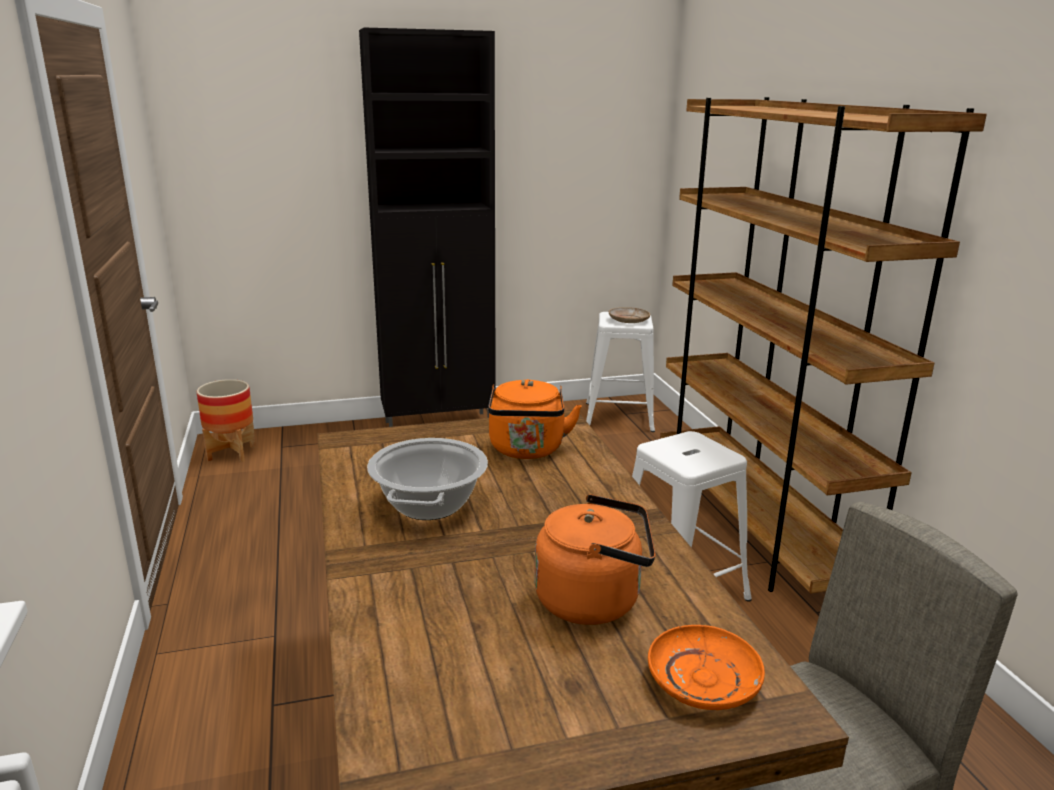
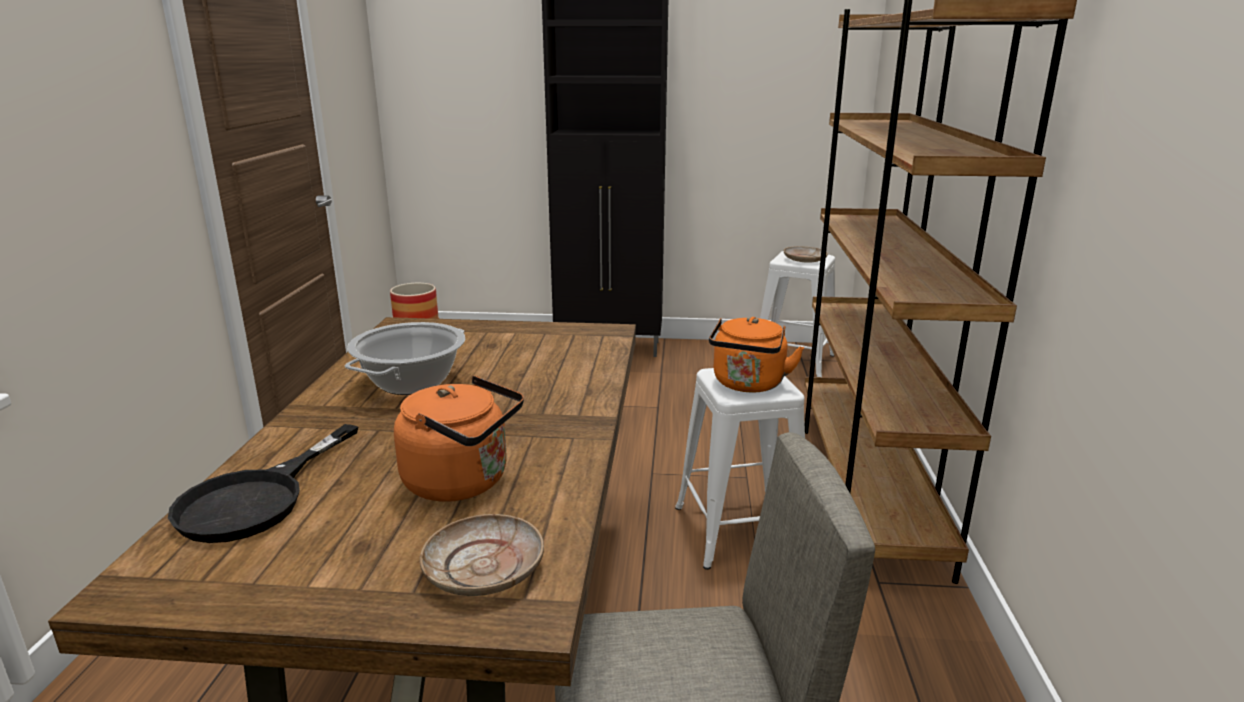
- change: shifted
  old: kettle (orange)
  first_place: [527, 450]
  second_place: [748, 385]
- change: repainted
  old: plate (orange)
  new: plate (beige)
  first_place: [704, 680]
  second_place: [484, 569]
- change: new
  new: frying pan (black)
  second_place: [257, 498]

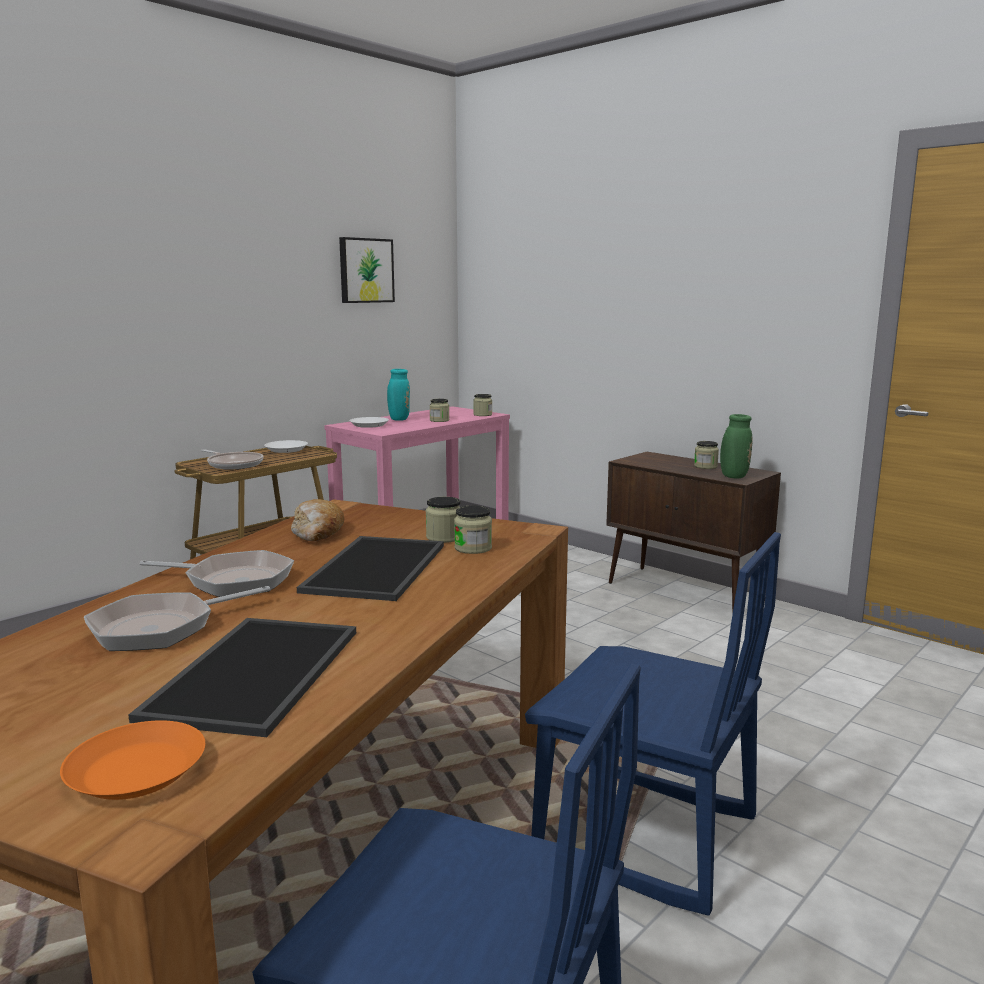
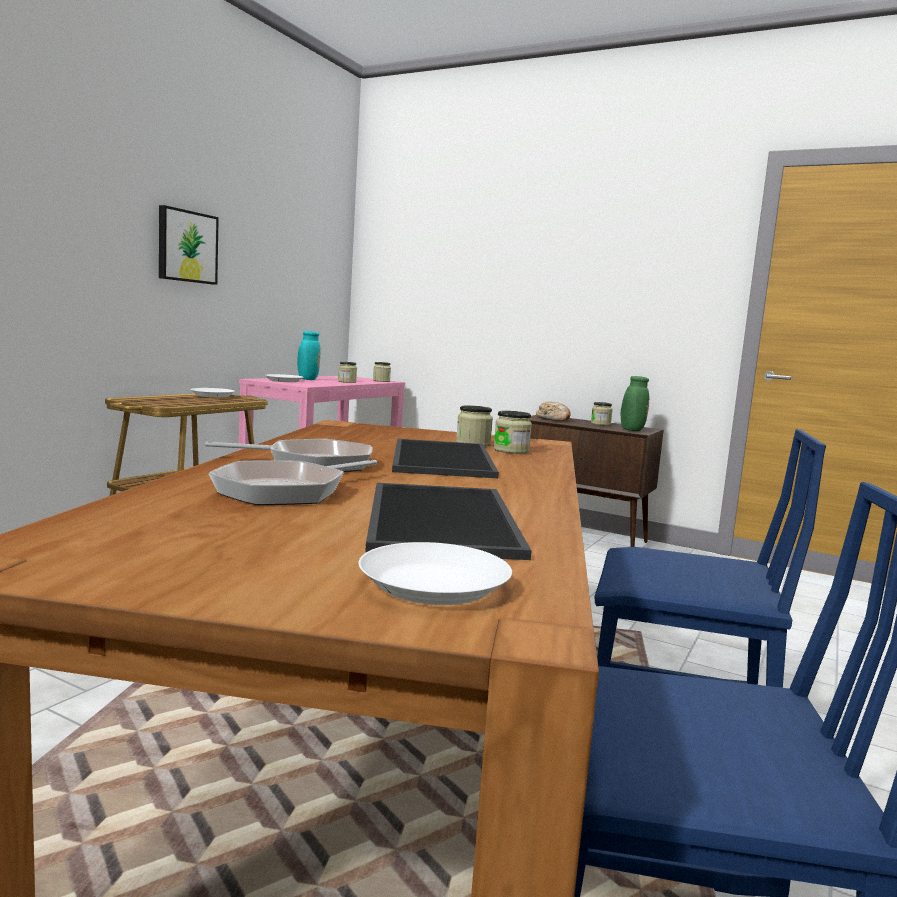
- change: shifted
  old: picture
  first_place: [365, 270]
  second_place: [186, 246]
- change: gone
  old: frying pan
  first_place: [233, 464]
- change: shifted
  old: bread
  first_place: [318, 533]
  second_place: [553, 419]
- change: repainted
  old: plate (orange)
  new: plate (white)
  first_place: [135, 772]
  second_place: [434, 585]

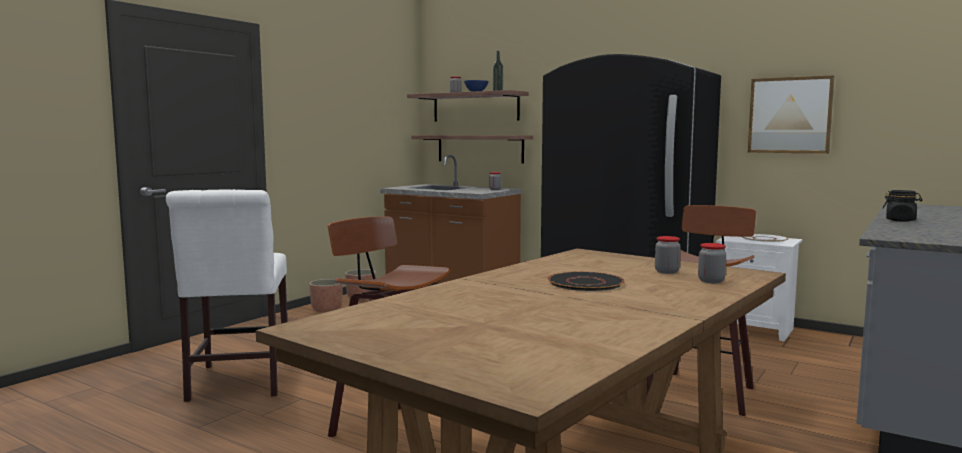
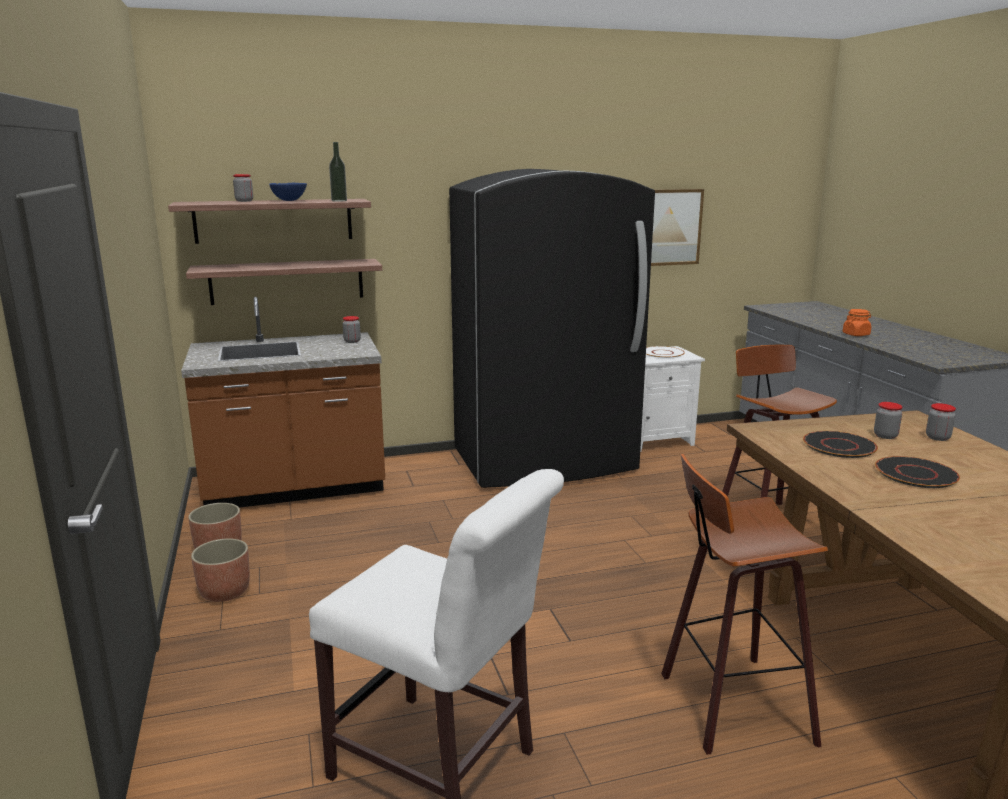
- change: repainted
  old: jar (black)
  new: jar (orange)
  first_place: [900, 220]
  second_place: [856, 334]
- change: new
  new: plate (black)
  second_place: [839, 445]

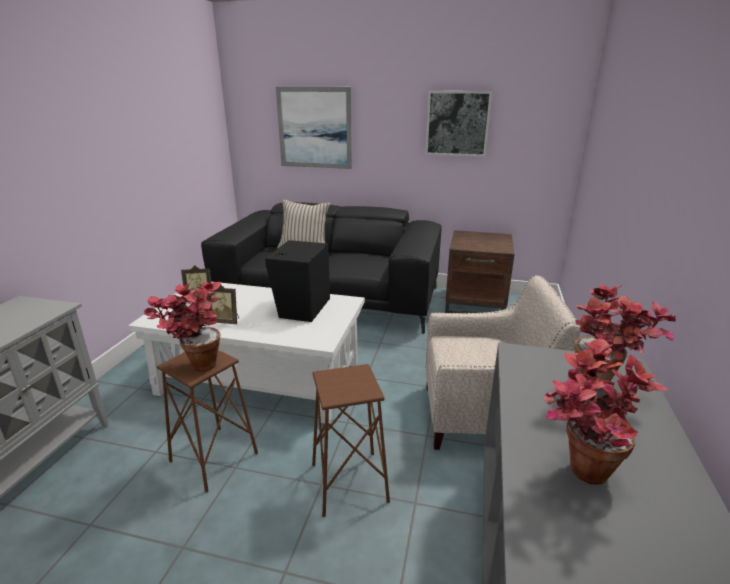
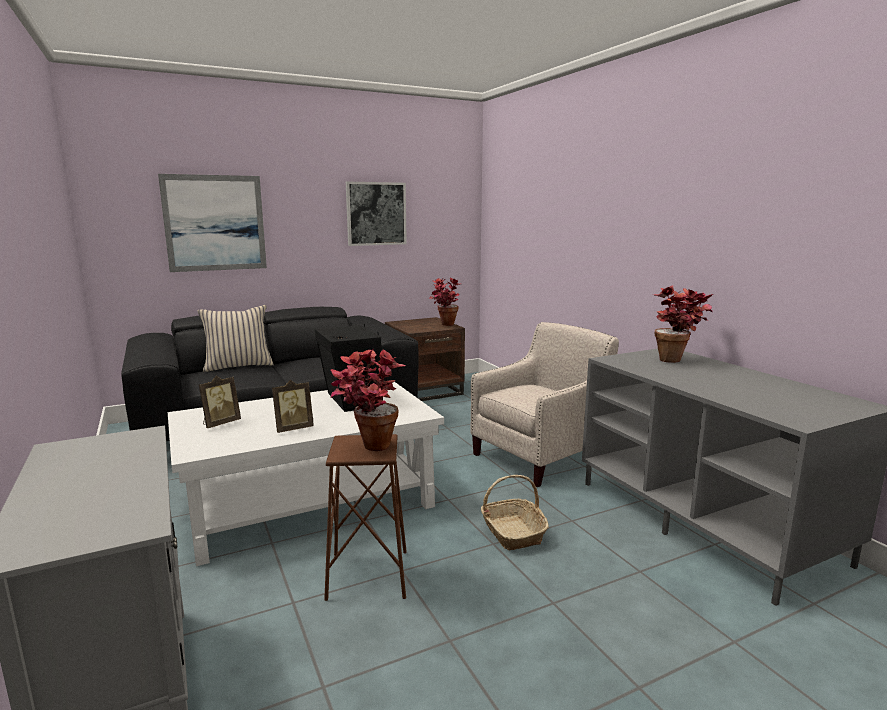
- change: shifted
  old: potted plant
  first_place: [576, 474]
  second_place: [444, 325]
- change: swapped
  old: stool (brown)
  new: basket
  first_place: [350, 483]
  second_place: [512, 532]

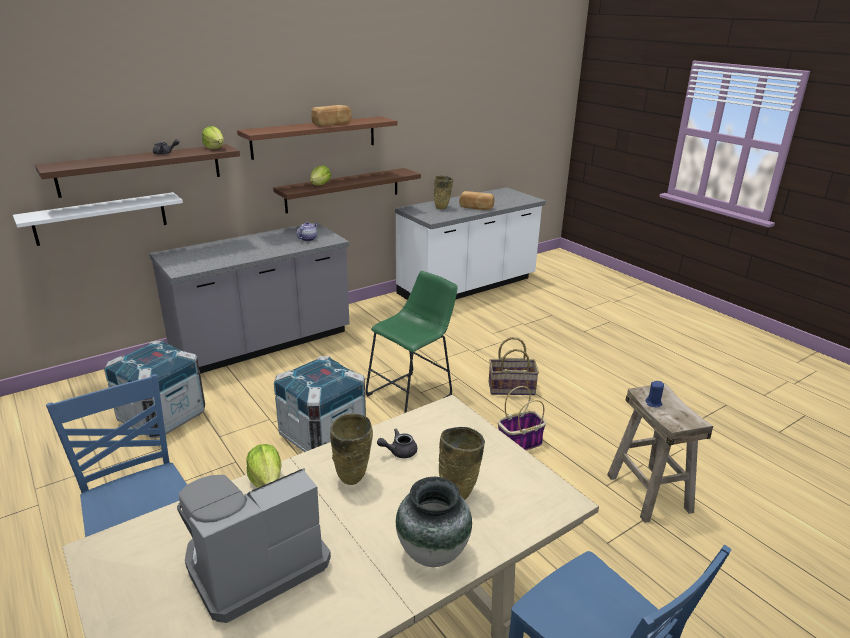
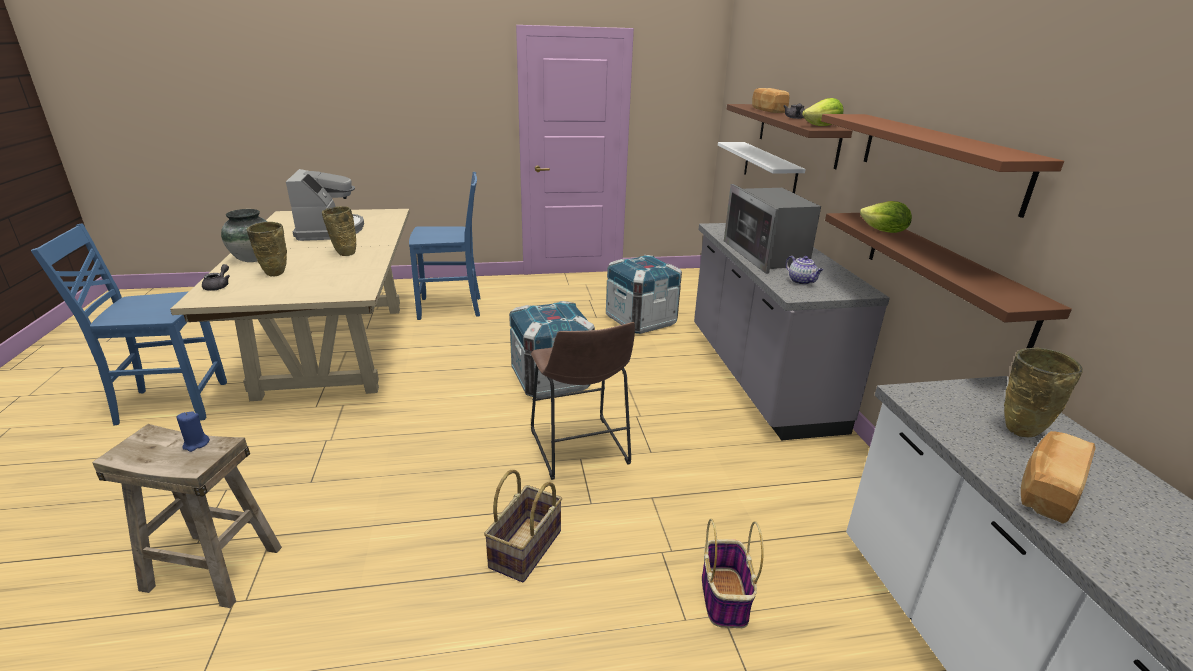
- change: shifted
  old: bread
  first_place: [332, 124]
  second_place: [767, 110]
- change: repainted
  old: stool (green)
  new: stool (brown)
  first_place: [413, 394]
  second_place: [580, 451]
- change: shifted
  old: basket
  first_place: [519, 443]
  second_place: [724, 596]
- change: shifted
  old: teapot (grey)
  first_place: [399, 452]
  second_place: [219, 286]
- change: gone
  old: lettuce
  first_place: [266, 480]
- change: new
  new: microwave
  second_place: [766, 255]

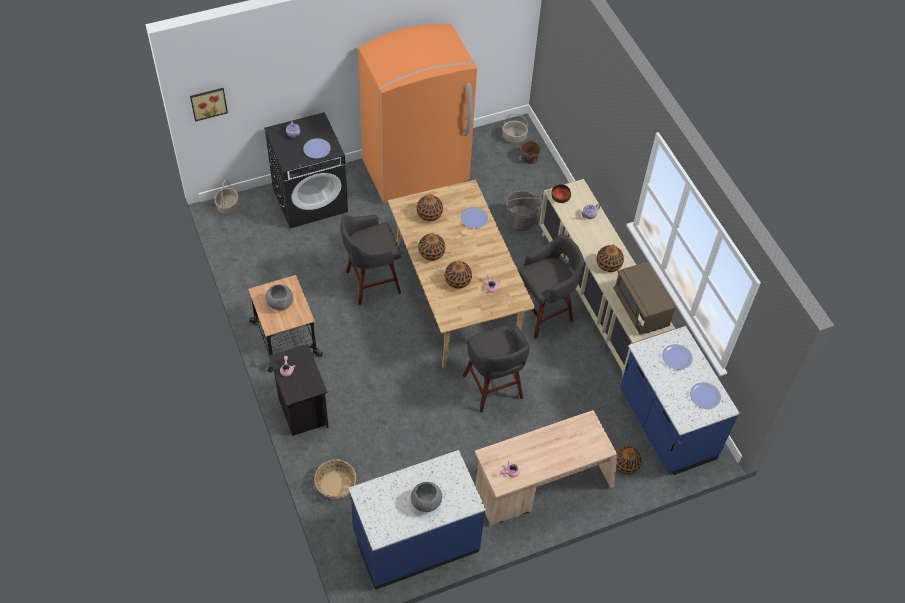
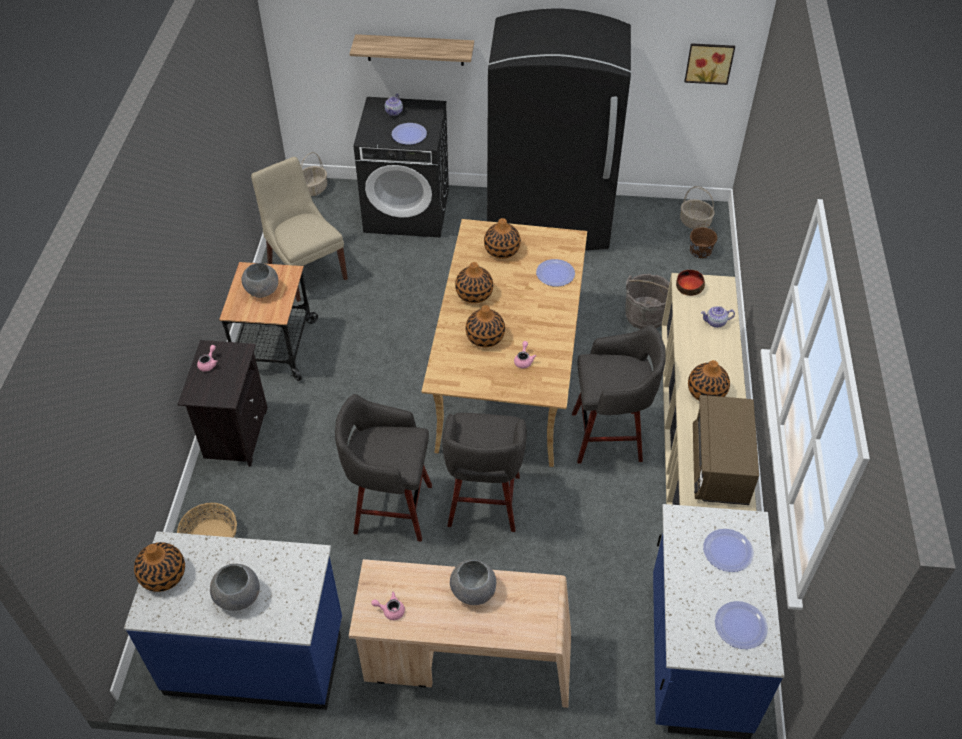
- change: repainted
  old: fridge (orange)
  new: fridge (black)
  first_place: [416, 171]
  second_place: [550, 221]
- change: shifted
  old: picture
  first_place: [208, 103]
  second_place: [709, 62]
- change: shifted
  old: stool (grey)
  first_place: [371, 282]
  second_place: [390, 508]
- change: shifted
  old: vase
  first_place: [625, 465]
  second_place: [163, 575]
- change: new
  new: shelf
  second_place: [415, 50]
- change: new
  new: chair (beige)
  second_place: [306, 270]
- change: new
  new: bowl (grey)
  second_place: [472, 590]

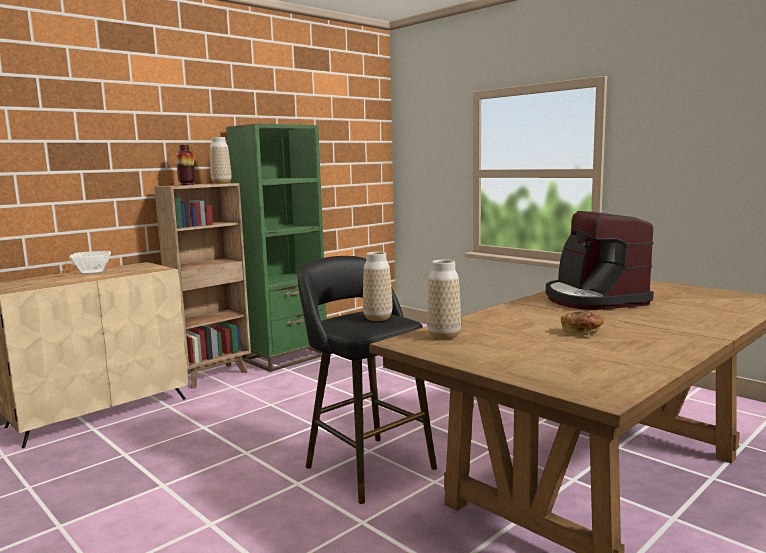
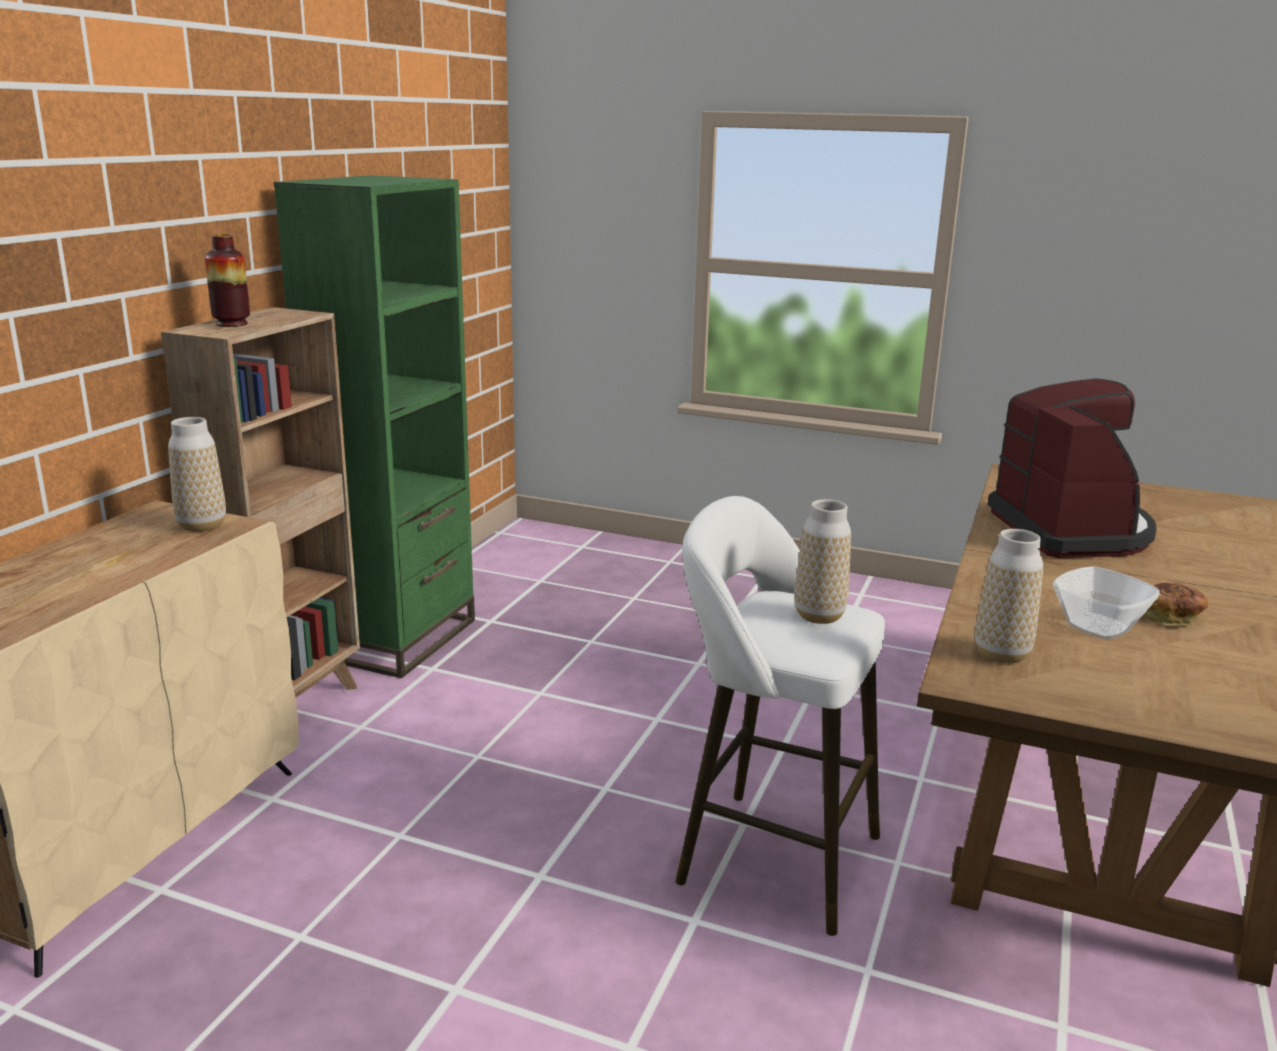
- change: shifted
  old: vase
  first_place: [221, 183]
  second_place: [202, 526]
- change: rotated
  old: coffee machine
  first_place: [593, 299]
  second_place: [1071, 530]
  degrees: -150
- change: shifted
  old: bowl
  first_place: [93, 272]
  second_place: [1100, 627]
- change: repainted
  old: stool (black)
  new: stool (white)
  first_place: [365, 465]
  second_place: [767, 855]

